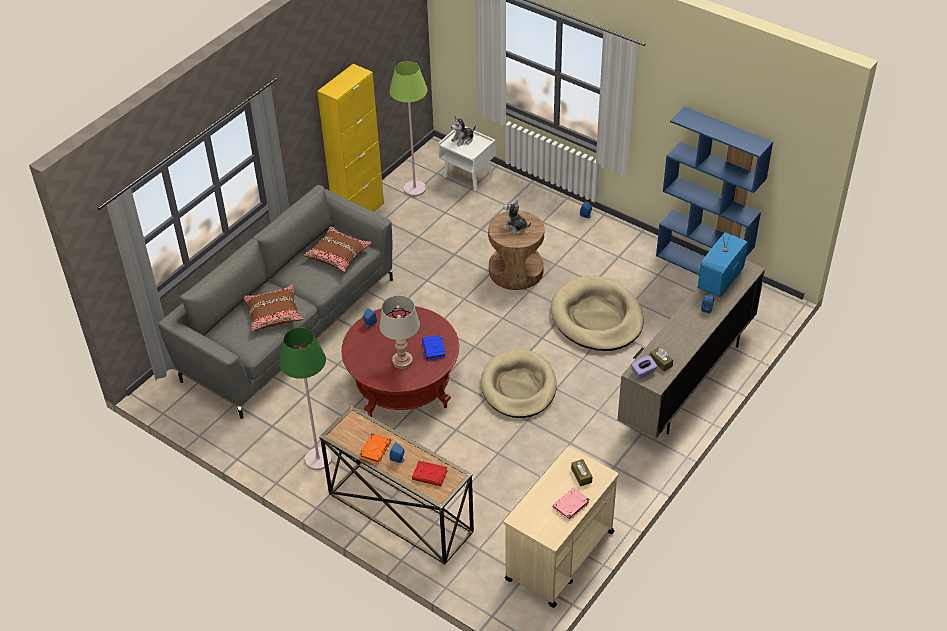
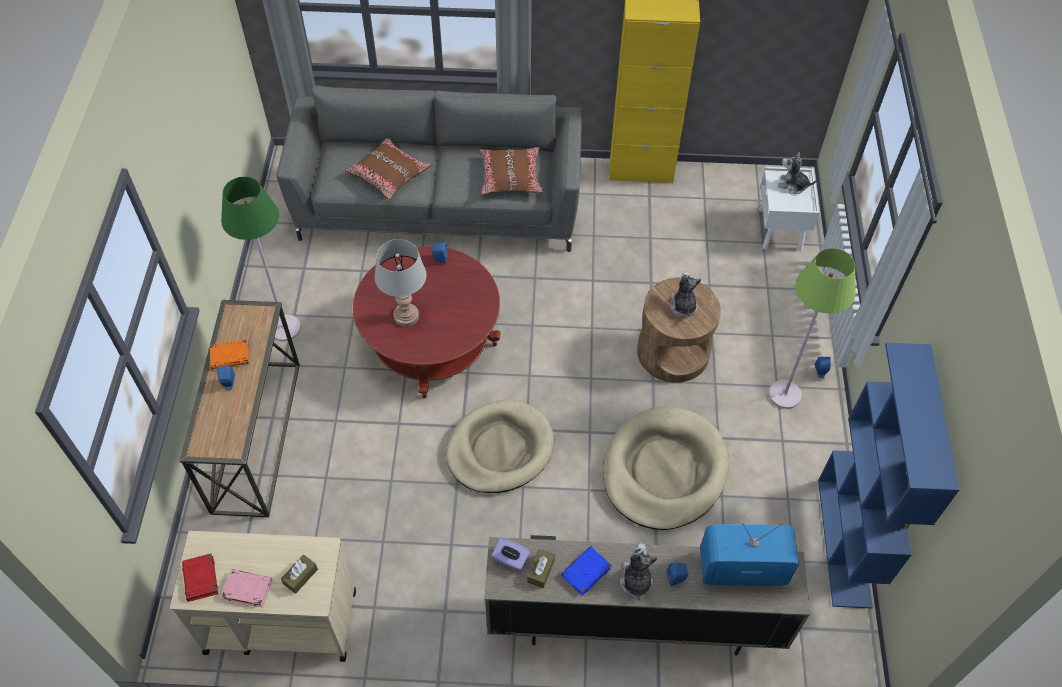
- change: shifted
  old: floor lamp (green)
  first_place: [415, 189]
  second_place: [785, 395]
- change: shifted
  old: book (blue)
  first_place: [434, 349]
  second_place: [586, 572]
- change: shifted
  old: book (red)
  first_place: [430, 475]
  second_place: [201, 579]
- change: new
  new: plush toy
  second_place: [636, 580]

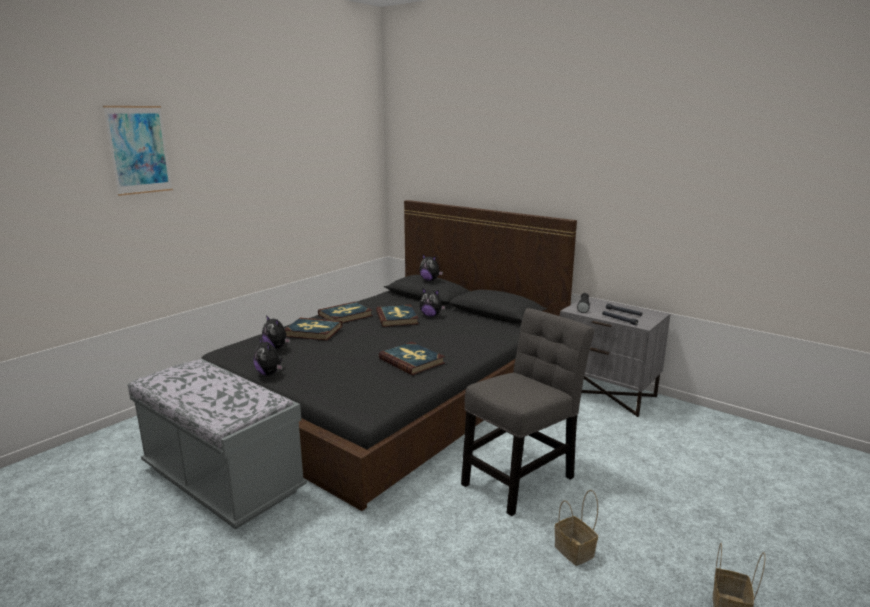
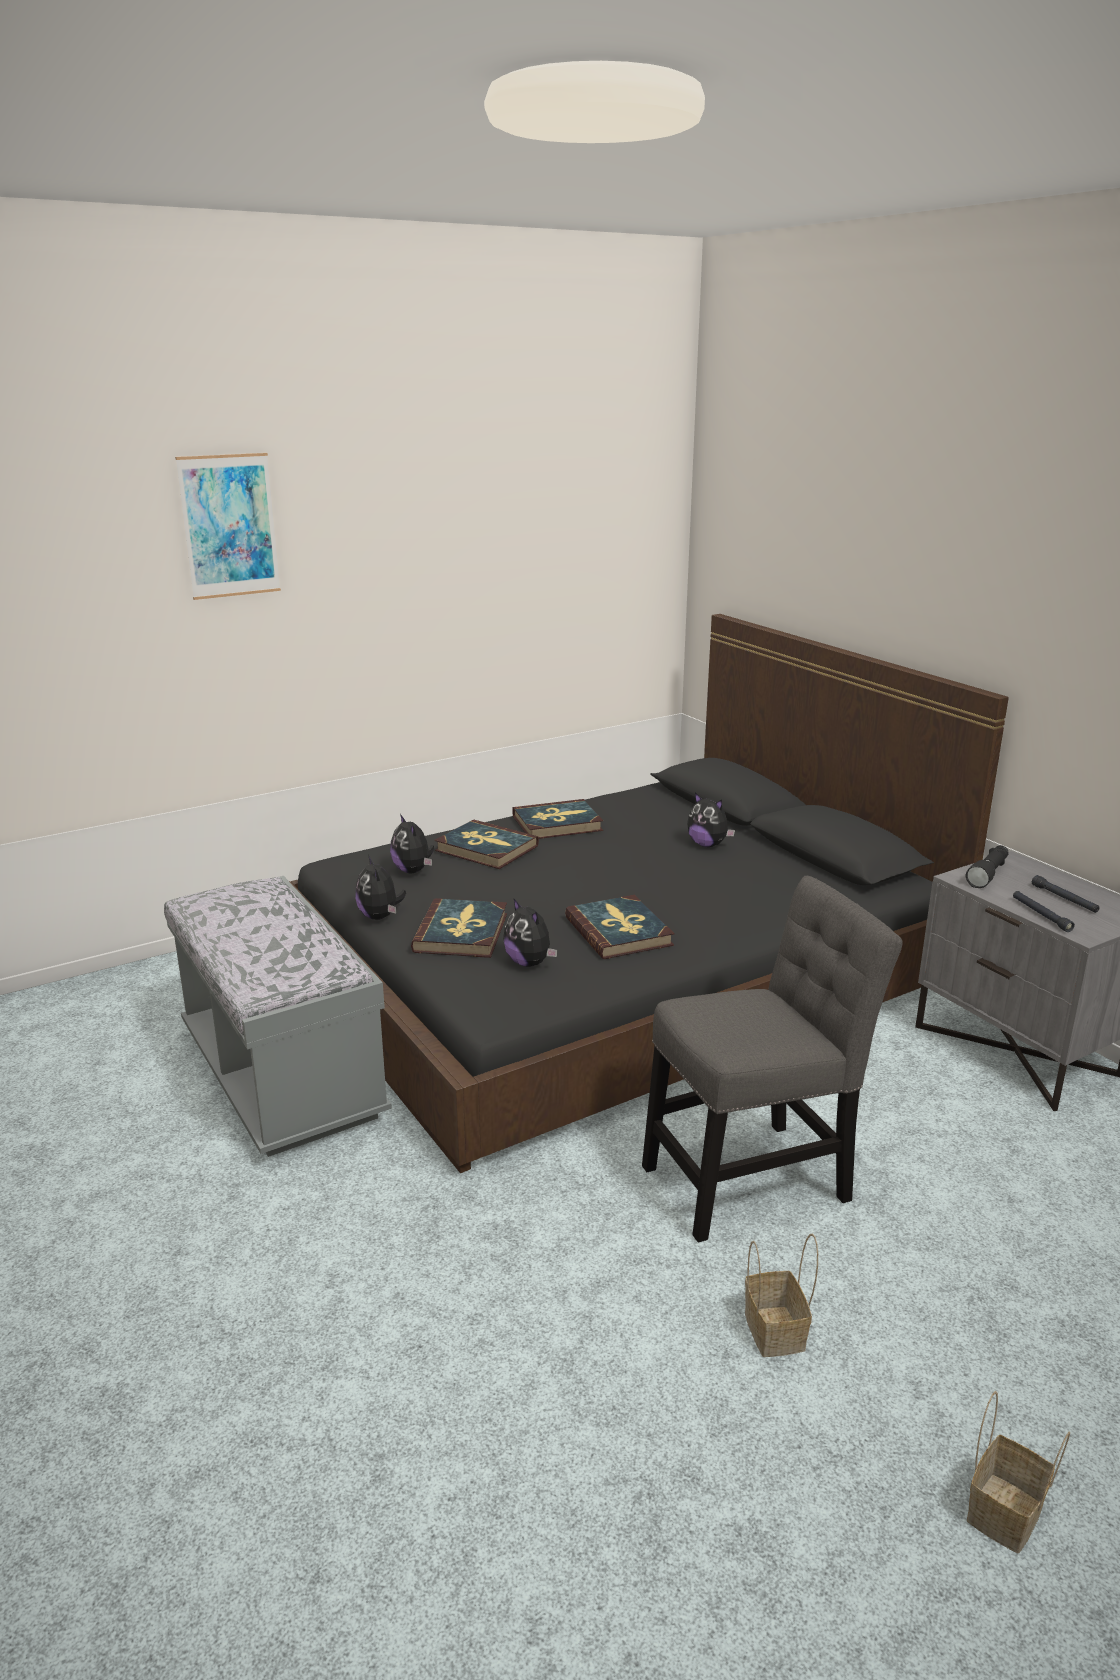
- change: shifted
  old: plush toy
  first_place: [430, 280]
  second_place: [529, 962]
- change: shifted
  old: book
  first_place: [397, 318]
  second_place: [462, 933]

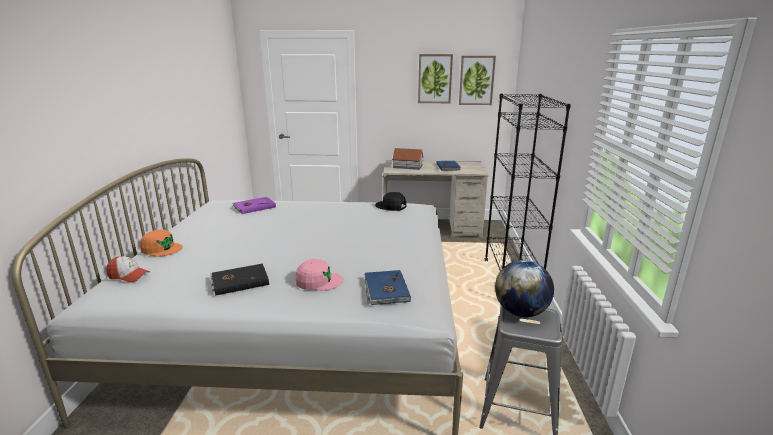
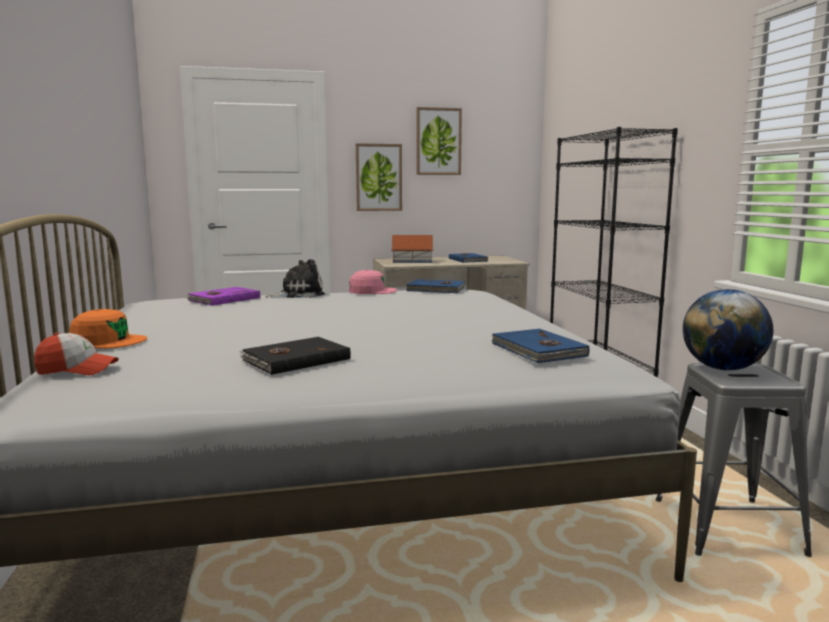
- change: shifted
  old: picture
  first_place: [476, 80]
  second_place: [378, 177]
- change: swapped
  old: cap (black)
  new: book (blue)
  first_place: [391, 206]
  second_place: [436, 289]
- change: shifted
  old: cap (pink)
  first_place: [318, 281]
  second_place: [371, 291]
- change: new
  new: plush toy
  second_place: [298, 294]

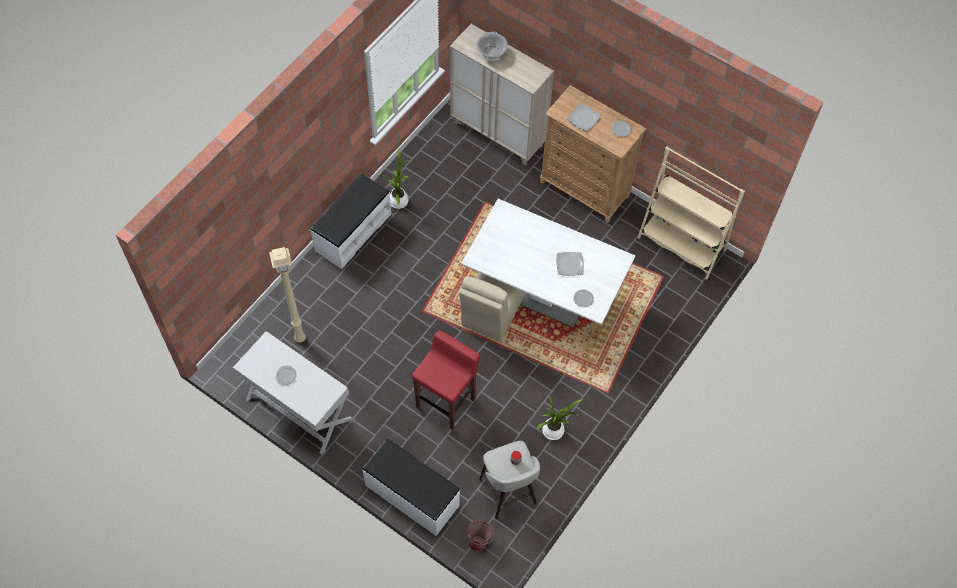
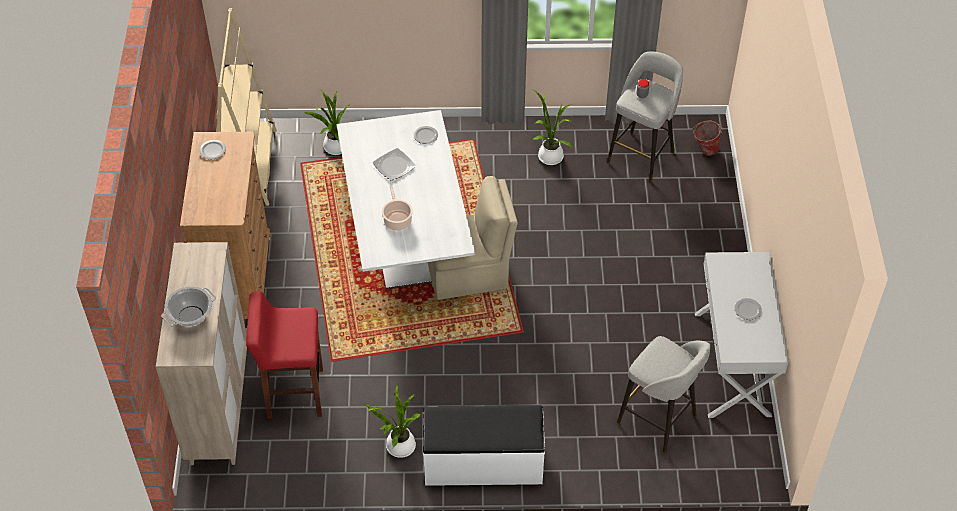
- change: gone
  old: plate
  first_place: [583, 118]
- change: swapped
  old: floor lamp (beige)
  new: stool (grey)
  first_place: [299, 338]
  second_place: [659, 420]
- change: shifted
  old: stool (red)
  first_place: [446, 402]
  second_place: [294, 393]
- change: gone
  old: bench (white)
  first_place: [411, 496]
- change: new
  new: potted plant
  second_place: [334, 148]
- change: new
  new: cooking pot
  second_place: [397, 220]

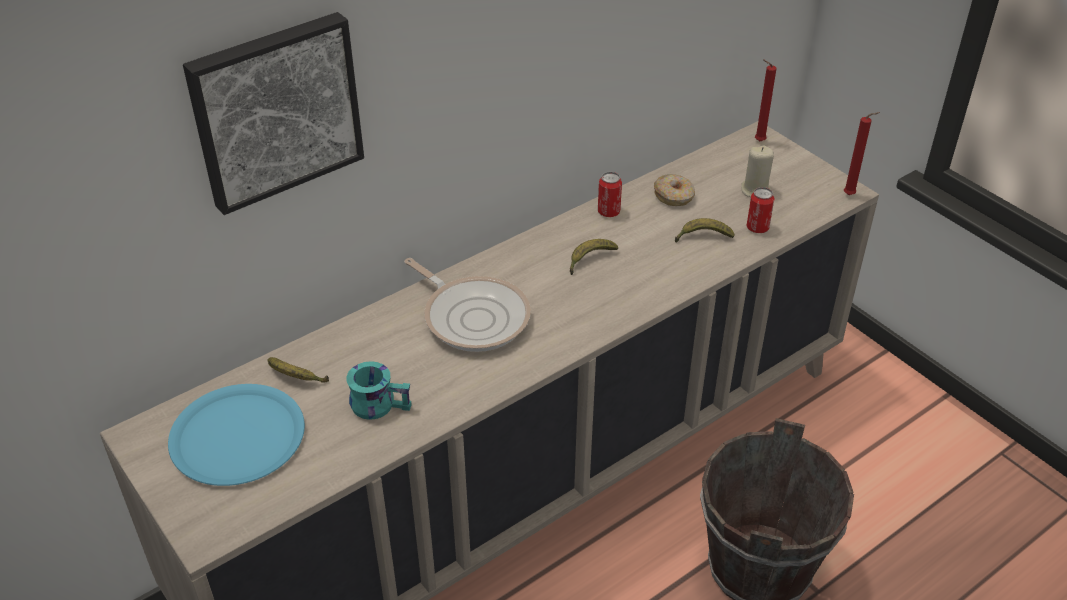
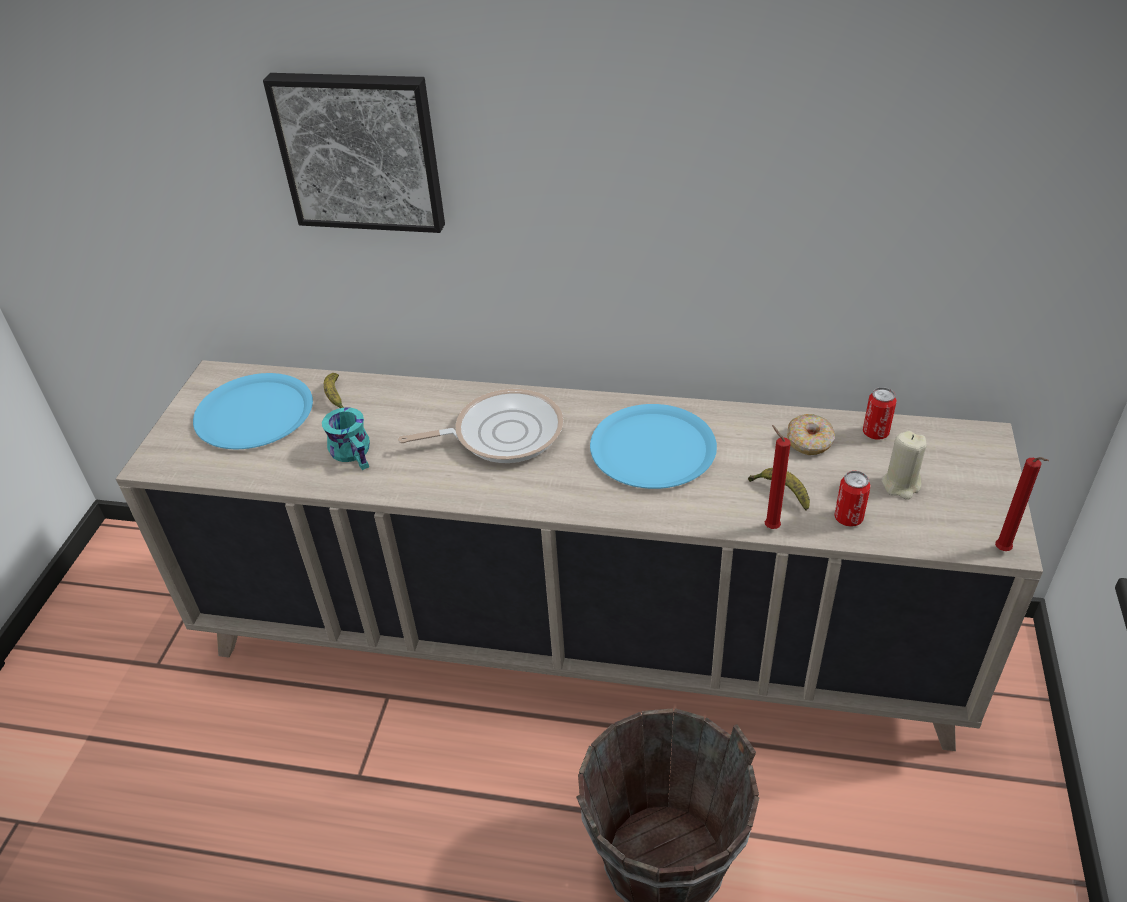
- change: shifted
  old: candle (red)
  first_place: [757, 141]
  second_place: [769, 526]
- change: shifted
  old: can
  first_place: [608, 212]
  second_place: [875, 433]
- change: swapped
  old: banana
  new: plate (blue)
  first_place: [589, 260]
  second_place: [652, 448]
- change: rotated
  old: frying pan
  first_place: [473, 316]
  second_place: [502, 433]
  degrees: -105

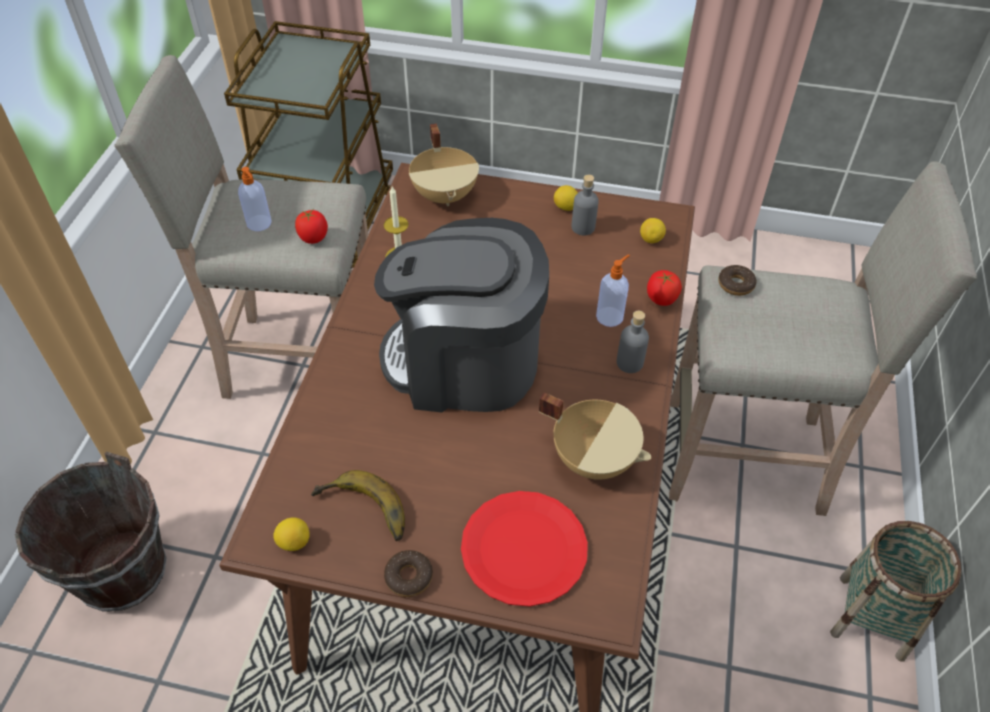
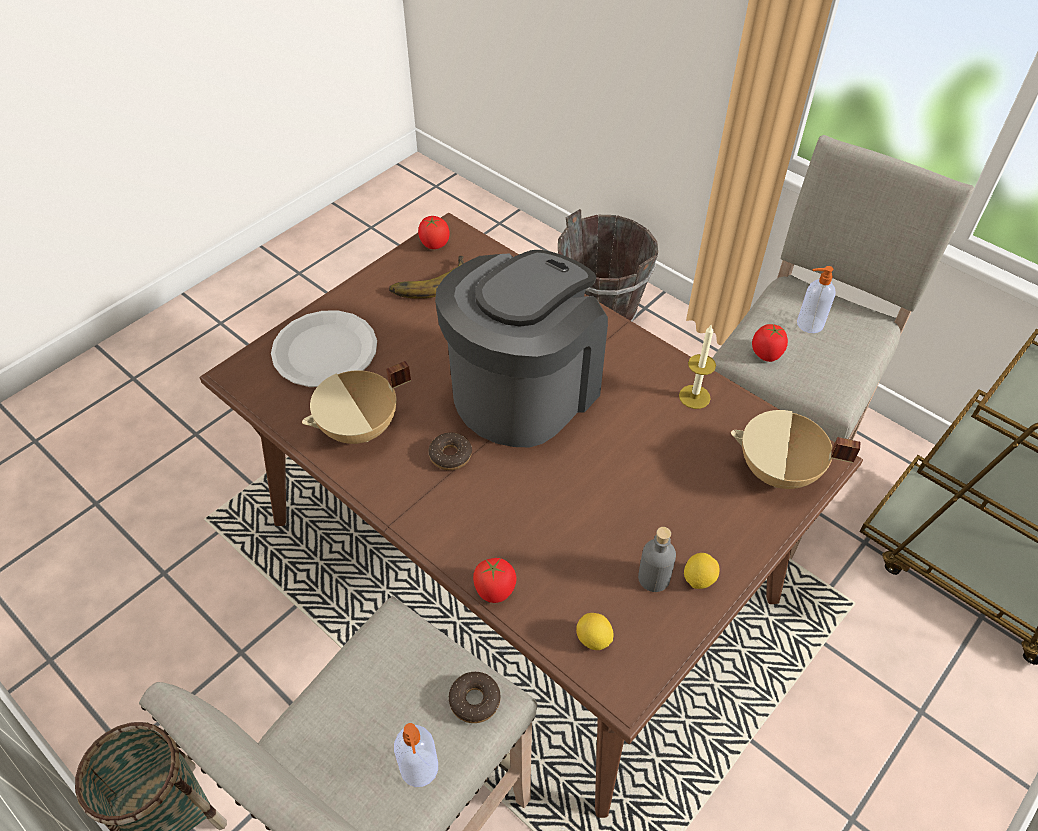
- change: shifted
  old: soap dispenser
  first_place: [610, 316]
  second_place: [419, 769]
- change: gone
  old: bottle (grey)
  first_place: [629, 363]
- change: repainted
  old: plate (red)
  new: plate (white)
  first_place: [523, 549]
  second_place: [325, 350]
- change: swapped
  old: lemon
  new: tomato
  first_place: [294, 542]
  second_place: [434, 244]
- change: shifted
  old: donut
  first_place: [409, 577]
  second_place: [450, 455]

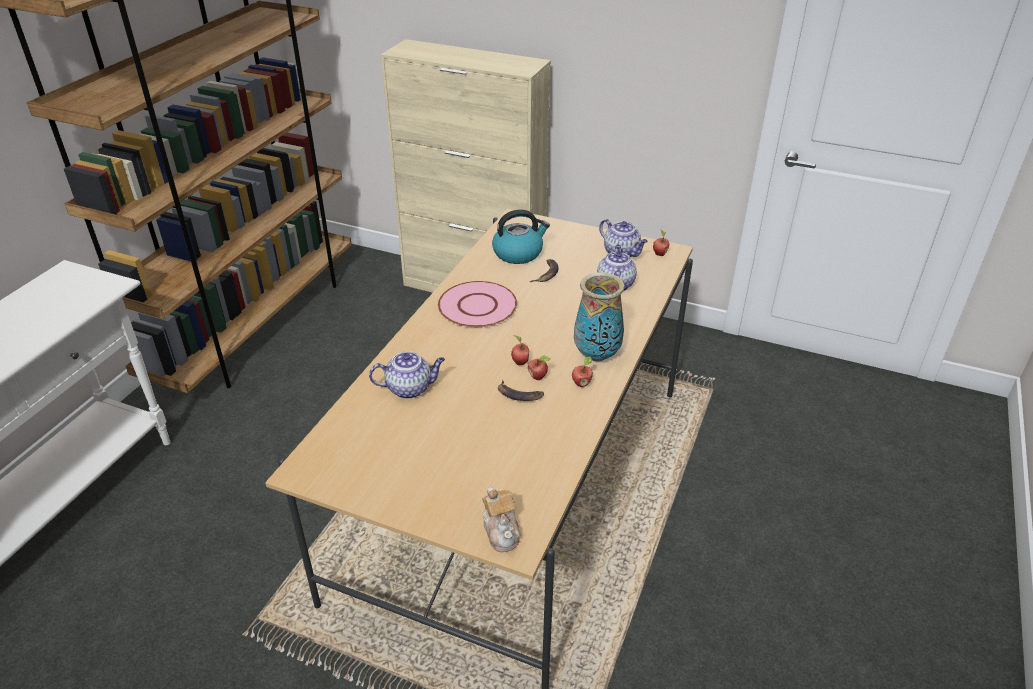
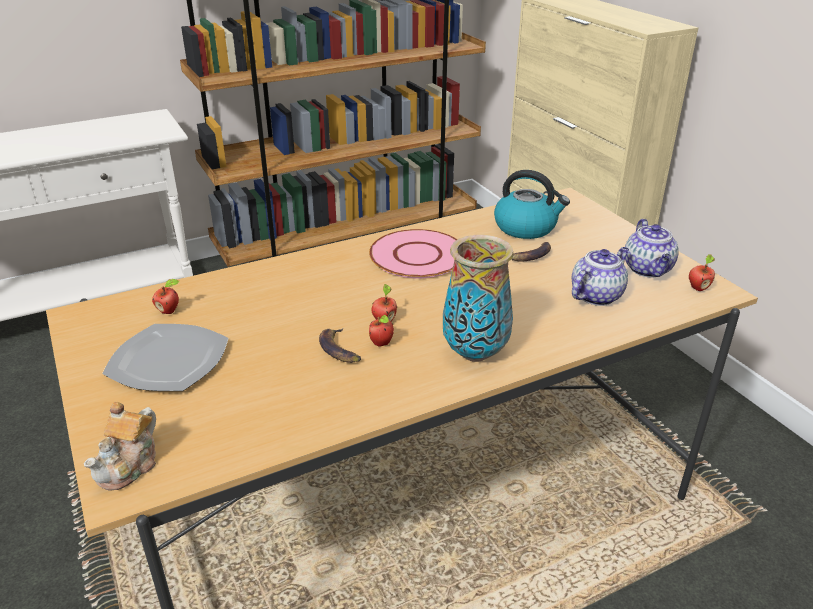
- change: gone
  old: teapot
  first_place: [410, 388]
- change: shifted
  old: apple
  first_place: [581, 383]
  second_place: [169, 311]
- change: new
  new: plate
  second_place: [168, 360]

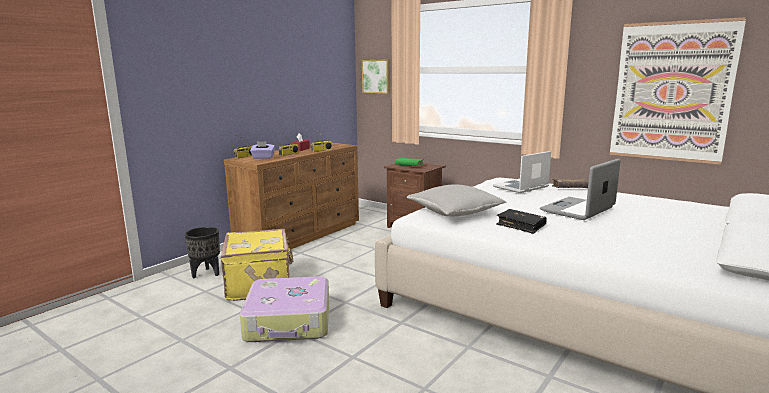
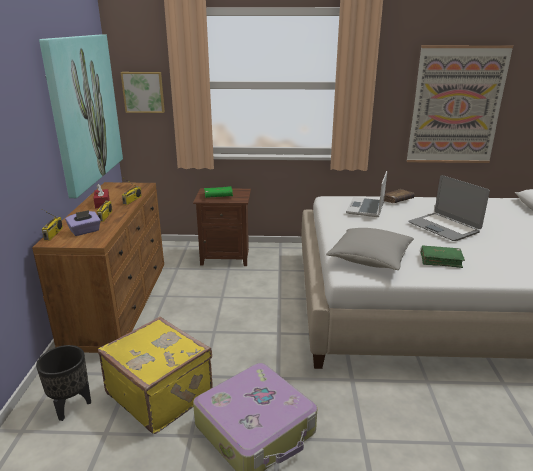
- change: rotated
  old: laptop
  first_place: [578, 209]
  second_place: [444, 227]
  degrees: -45
- change: repainted
  old: book (black)
  new: book (green)
  first_place: [521, 226]
  second_place: [440, 260]
- change: new
  new: picture
  second_place: [84, 110]

